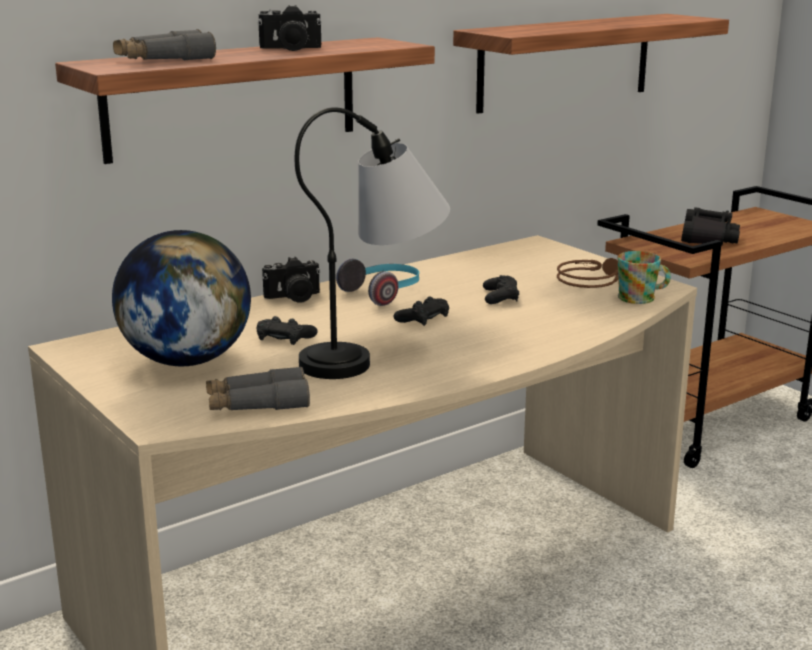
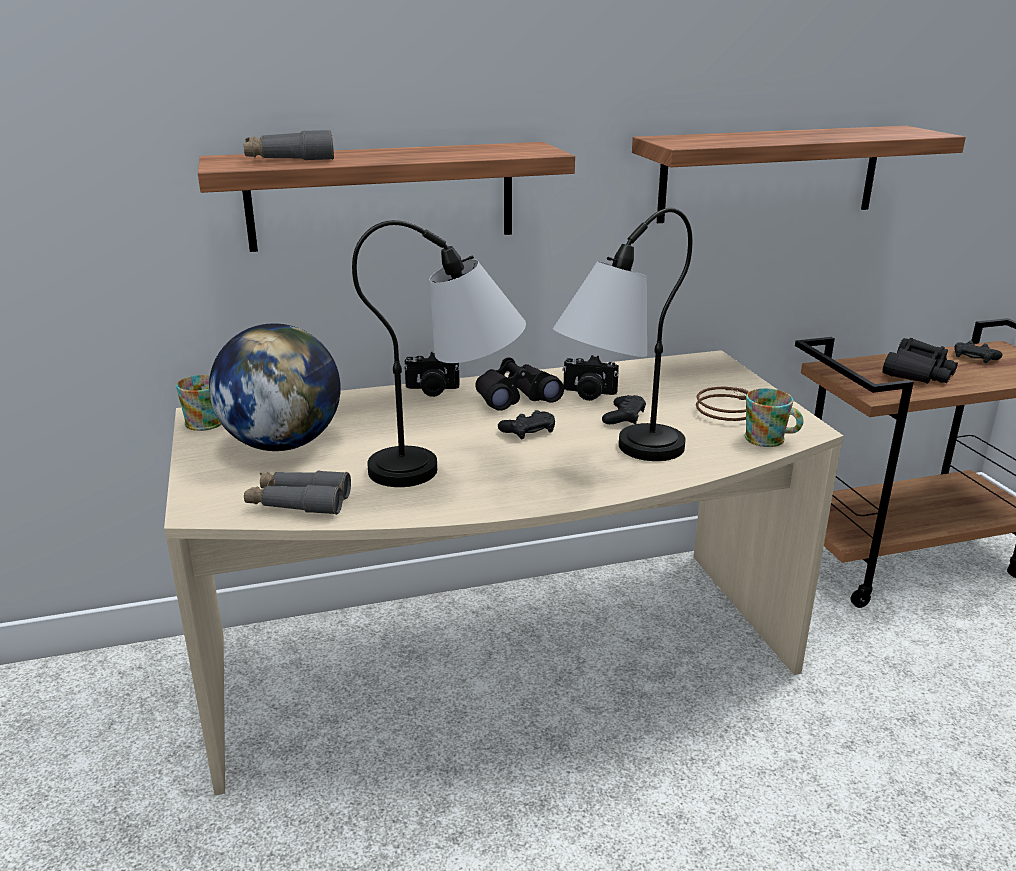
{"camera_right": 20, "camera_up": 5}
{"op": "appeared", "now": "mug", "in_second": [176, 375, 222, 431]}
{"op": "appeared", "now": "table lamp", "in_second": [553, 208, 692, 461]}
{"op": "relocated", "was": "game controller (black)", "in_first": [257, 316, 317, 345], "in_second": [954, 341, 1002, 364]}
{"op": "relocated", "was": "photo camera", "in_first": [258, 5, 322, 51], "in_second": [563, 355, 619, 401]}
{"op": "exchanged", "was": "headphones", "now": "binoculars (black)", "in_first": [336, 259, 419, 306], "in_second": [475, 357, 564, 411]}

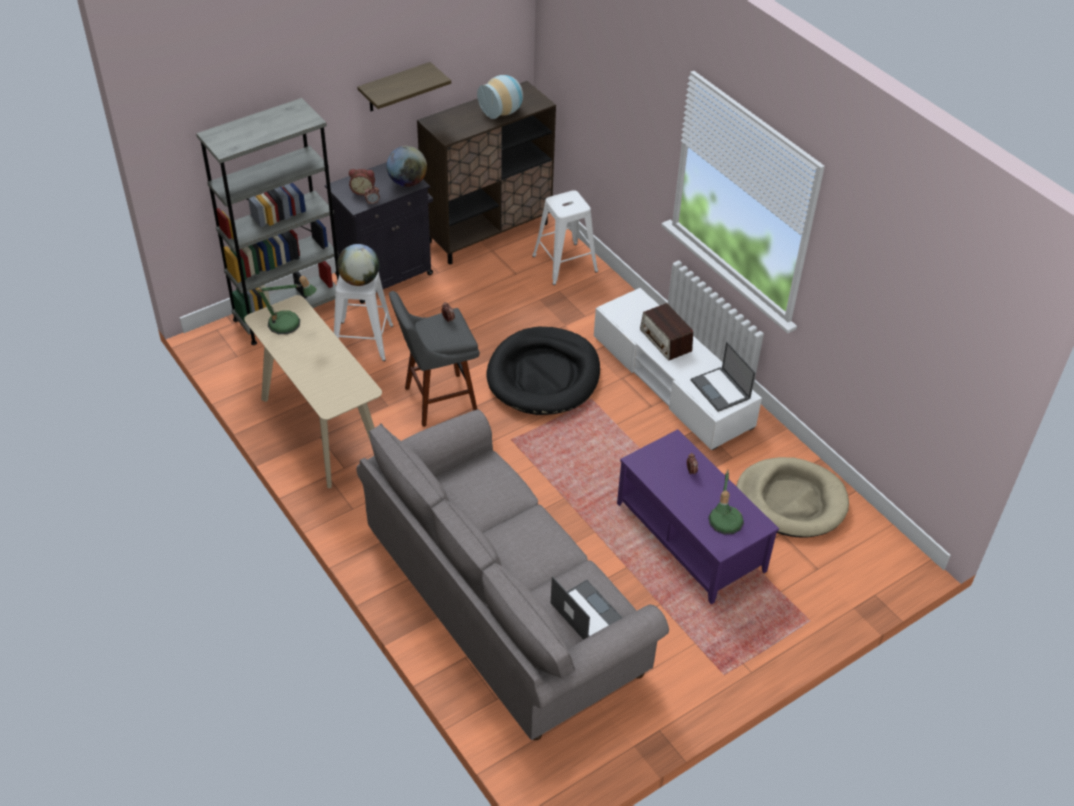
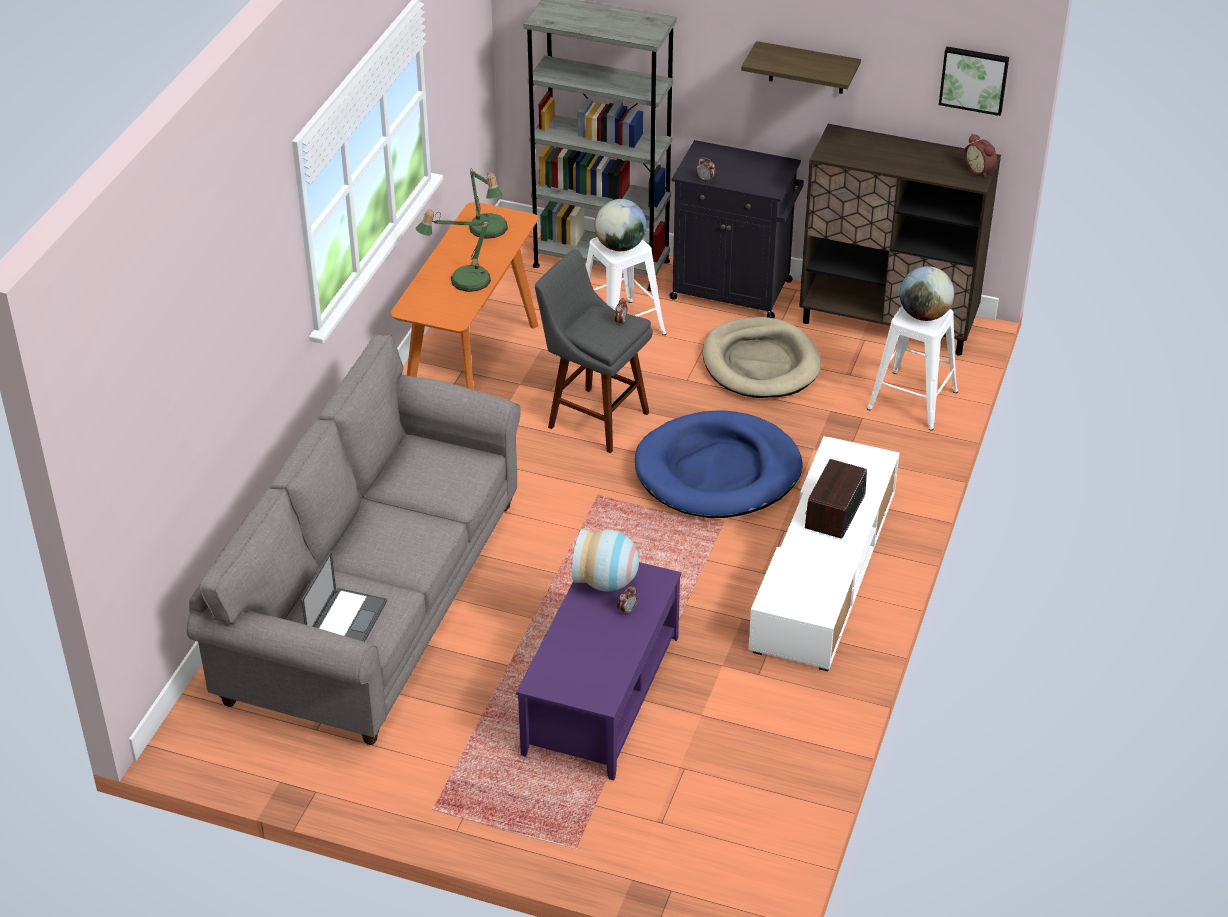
{"camera_right": 55, "camera_up": -5}
{"op": "missing", "was": "laptop", "in_first": [691, 342, 755, 412]}
{"op": "appeared", "now": "picture", "in_second": [939, 47, 1009, 116]}
{"op": "relocated", "was": "alarm clock", "in_first": [349, 169, 375, 196], "in_second": [964, 133, 997, 178]}
{"op": "relocated", "was": "globe", "in_first": [387, 146, 427, 187], "in_second": [900, 266, 955, 321]}
{"op": "relocated", "was": "vase", "in_first": [477, 75, 523, 119], "in_second": [572, 529, 639, 592]}
{"op": "relocated", "was": "table lamp", "in_first": [708, 470, 744, 534], "in_second": [416, 209, 491, 292]}
{"op": "relocated", "was": "dog bed (beige)", "in_first": [736, 457, 849, 538], "in_second": [703, 317, 821, 398]}
{"op": "colour", "was": "console table (beige)", "now": "console table (orange)", "in_first": [244, 295, 382, 488], "in_second": [391, 202, 539, 390]}
{"op": "colour", "was": "dog bed (black)", "now": "dog bed (blue)", "in_first": [487, 327, 600, 415], "in_second": [635, 410, 803, 518]}

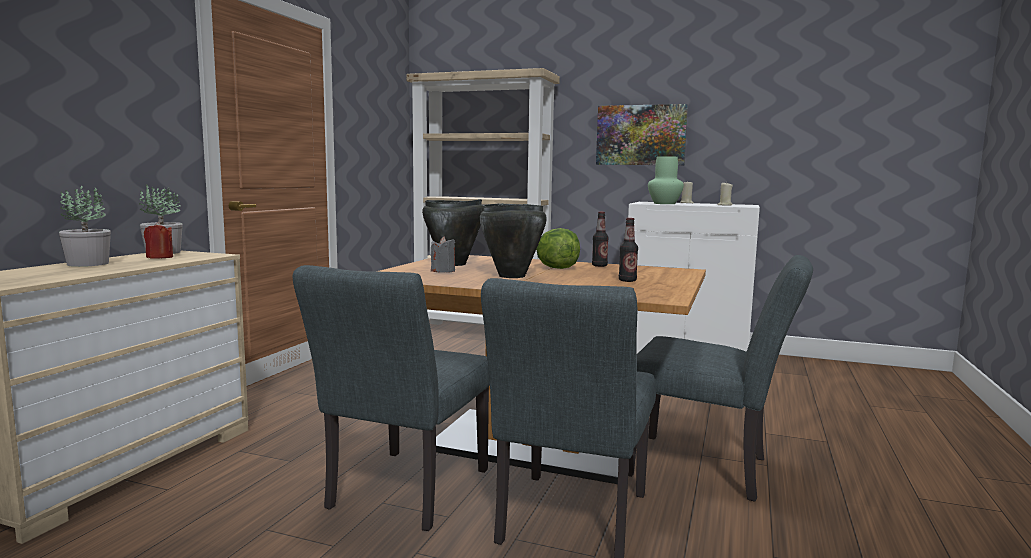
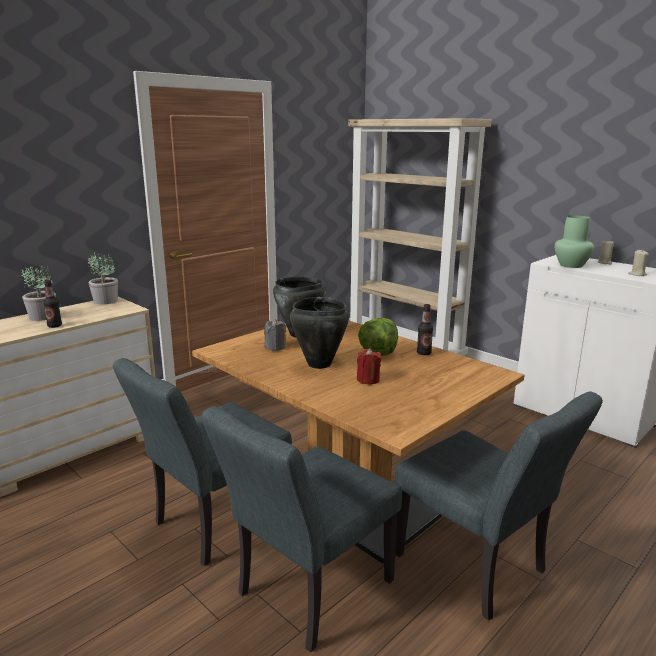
{"camera_right": 25, "camera_up": 10}
{"op": "missing", "was": "picture", "in_first": [596, 104, 688, 165]}
{"op": "relocated", "was": "candle (red)", "in_first": [144, 222, 173, 259], "in_second": [357, 348, 381, 384]}
{"op": "relocated", "was": "bottle", "in_first": [619, 218, 638, 282], "in_second": [43, 280, 62, 328]}

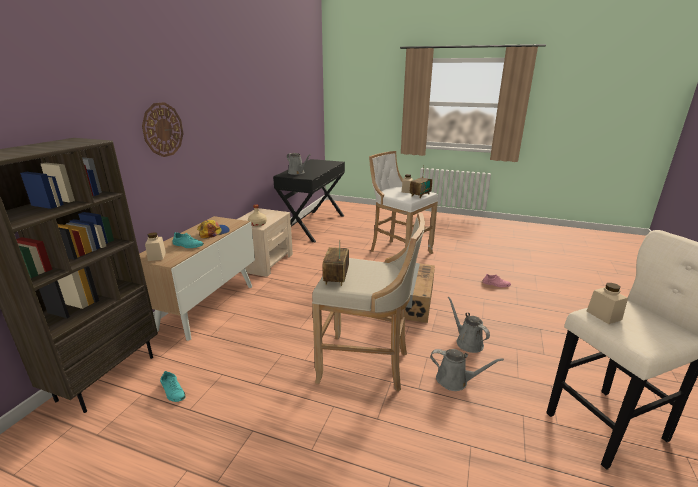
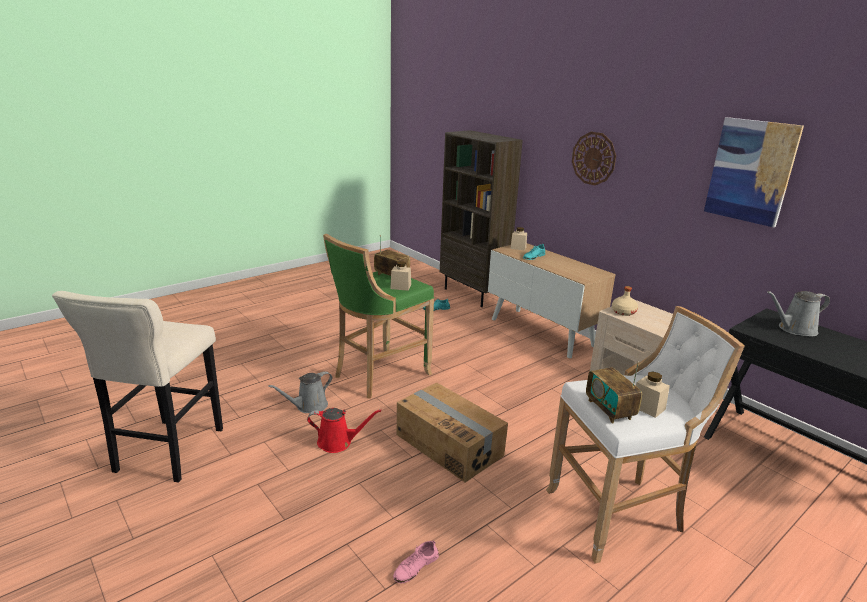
{"camera_right": 120, "camera_up": 0}
{"op": "missing", "was": "cap", "in_first": [197, 220, 230, 238]}
{"op": "appeared", "now": "picture", "in_second": [704, 117, 804, 227]}
{"op": "relocated", "was": "jar (beige)", "in_first": [587, 283, 628, 324], "in_second": [390, 261, 411, 291]}
{"op": "colour", "was": "stool (beige)", "now": "stool (green)", "in_first": [312, 213, 425, 392], "in_second": [323, 234, 434, 399]}
{"op": "colour", "was": "watering can (grey)", "now": "watering can (red)", "in_first": [448, 297, 490, 353], "in_second": [307, 408, 381, 453]}

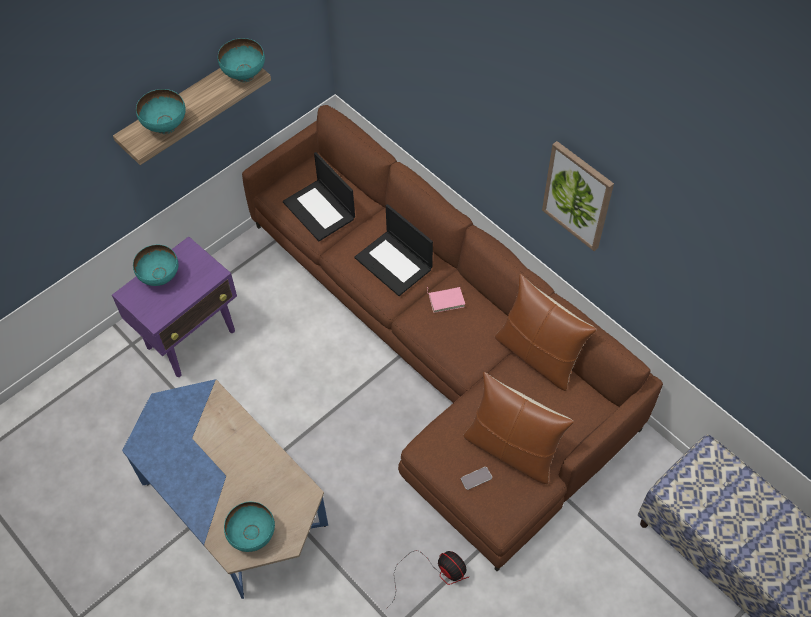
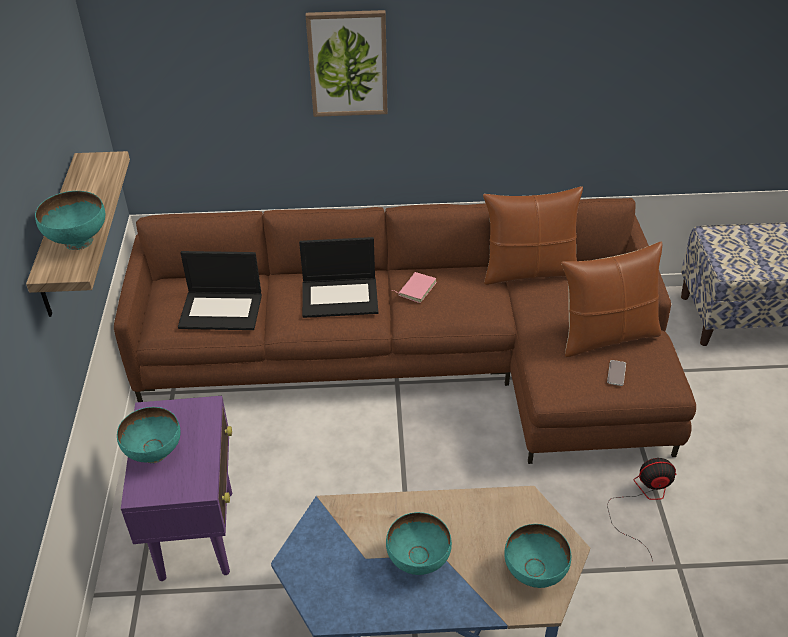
{"camera_right": -50, "camera_up": -15}
{"op": "relocated", "was": "bowl (turquoise)", "in_first": [218, 38, 265, 82], "in_second": [386, 512, 452, 575]}
{"op": "relocated", "was": "picture", "in_first": [542, 141, 614, 251], "in_second": [306, 10, 387, 117]}

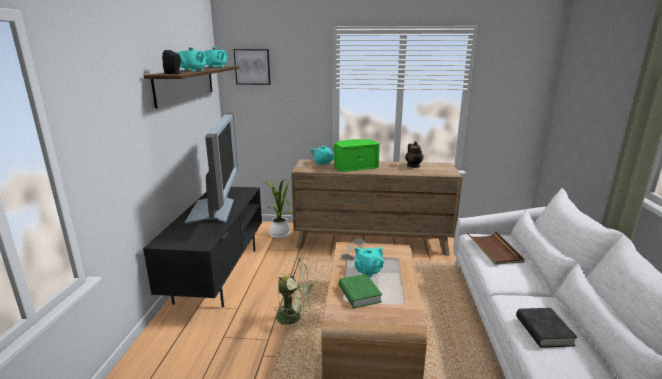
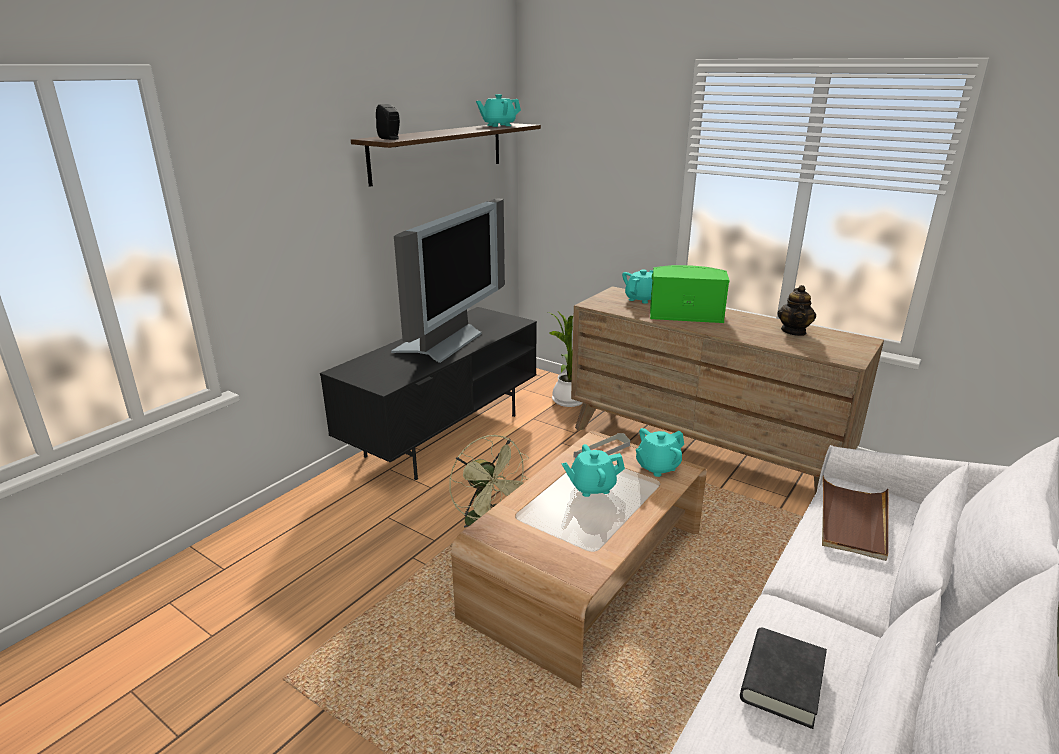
{"camera_right": 30, "camera_up": 5}
{"op": "missing", "was": "picture", "in_first": [234, 49, 271, 85]}
{"op": "missing", "was": "book (green)", "in_first": [339, 274, 382, 308]}
{"op": "relocated", "was": "teapot (turquoise)", "in_first": [177, 47, 206, 71], "in_second": [636, 428, 684, 477]}

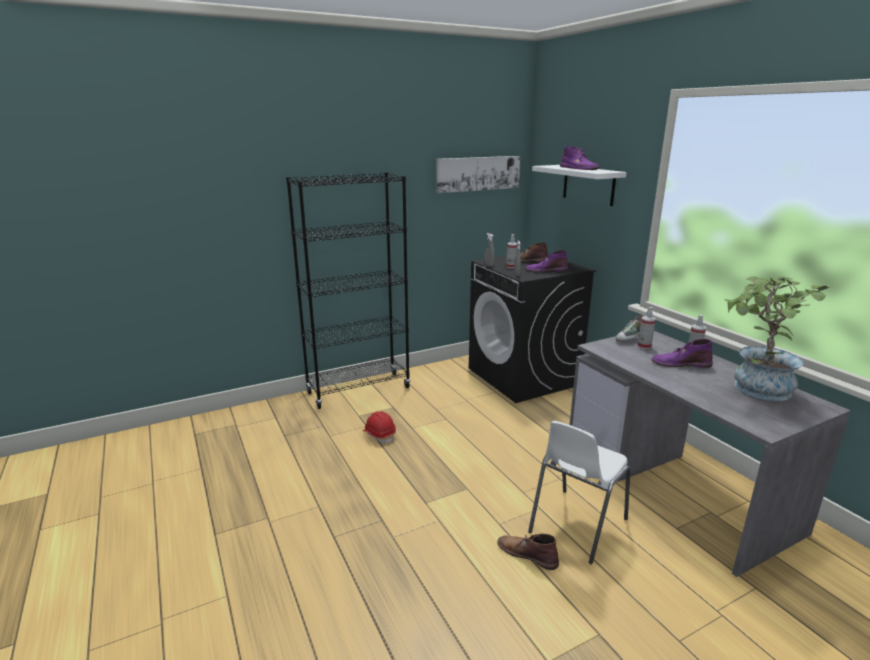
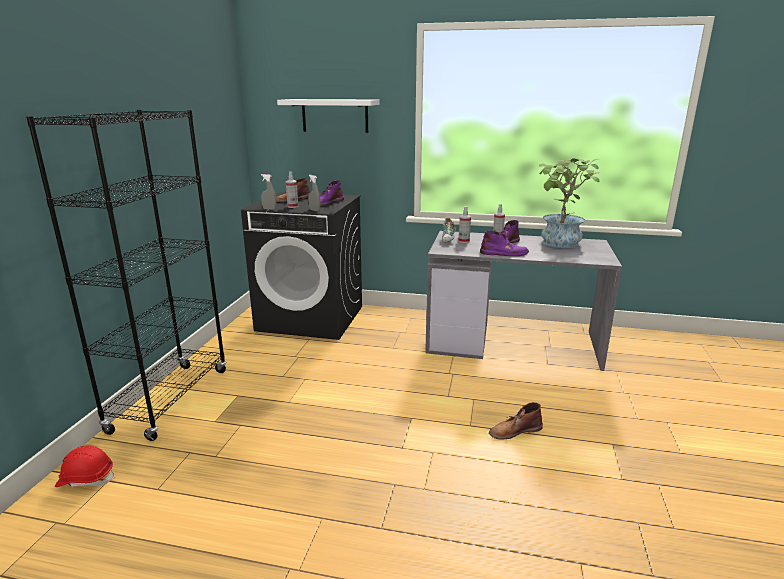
{"camera_right": -50, "camera_up": 0}
{"op": "missing", "was": "picture", "in_first": [436, 156, 520, 193]}
{"op": "missing", "was": "chair (white)", "in_first": [528, 421, 631, 564]}
{"op": "relocated", "was": "hard hat (red)", "in_first": [363, 411, 396, 443], "in_second": [55, 445, 114, 487]}
{"op": "relocated", "was": "boot (purple)", "in_first": [560, 146, 599, 170], "in_second": [480, 231, 529, 256]}

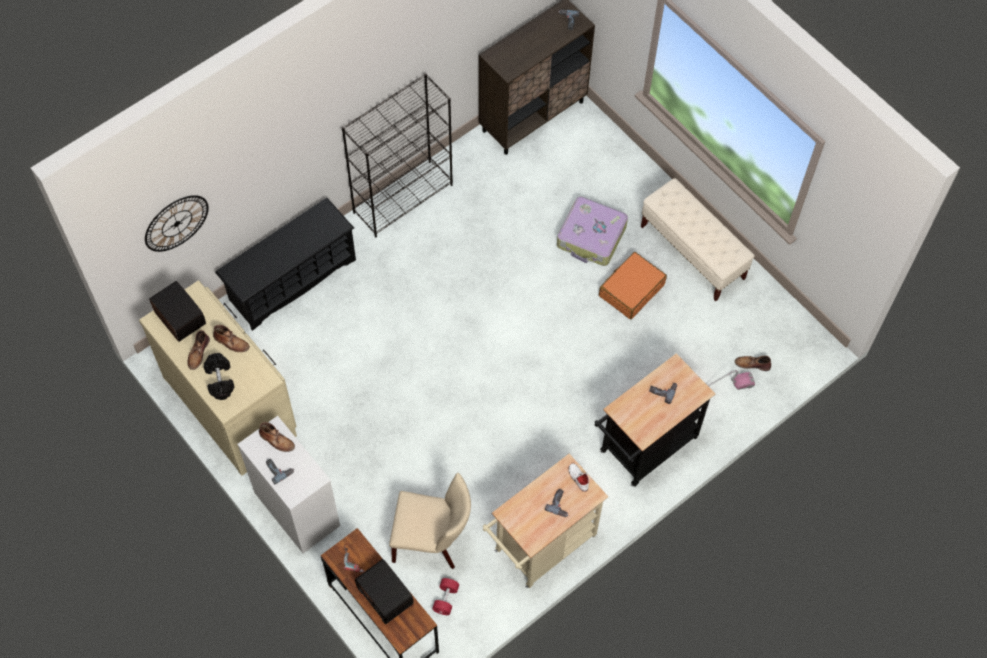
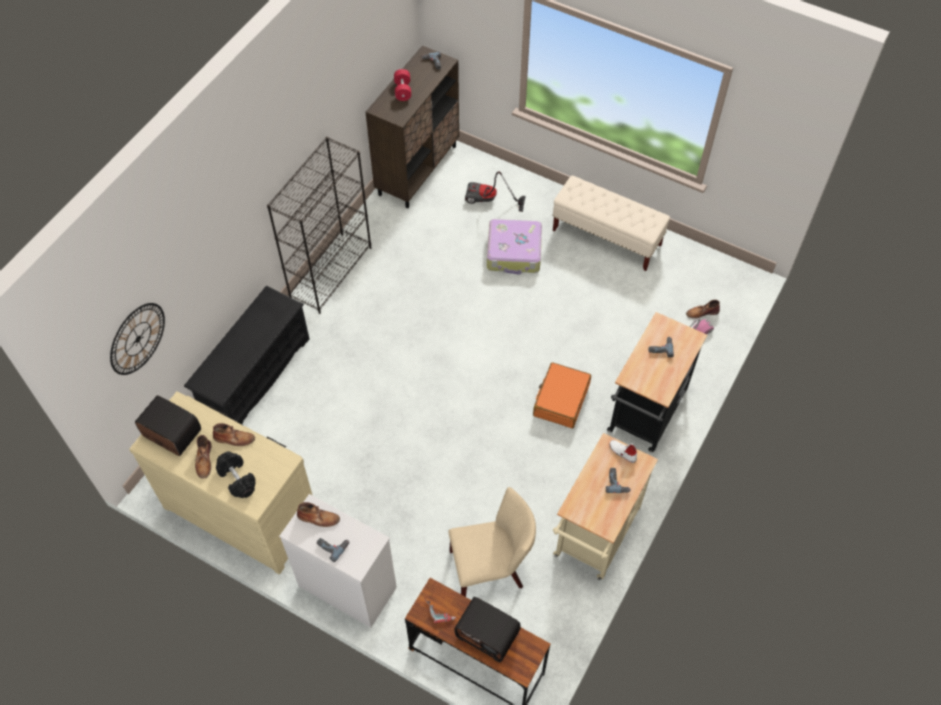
{"camera_right": -20, "camera_up": -5}
{"op": "appeared", "now": "vacuum cleaner", "in_second": [465, 172, 526, 212]}
{"op": "relocated", "was": "dumbbell (red)", "in_first": [432, 578, 459, 615], "in_second": [394, 69, 411, 101]}
{"op": "relocated", "was": "suitcase (orange)", "in_first": [599, 252, 667, 320], "in_second": [533, 362, 591, 428]}

